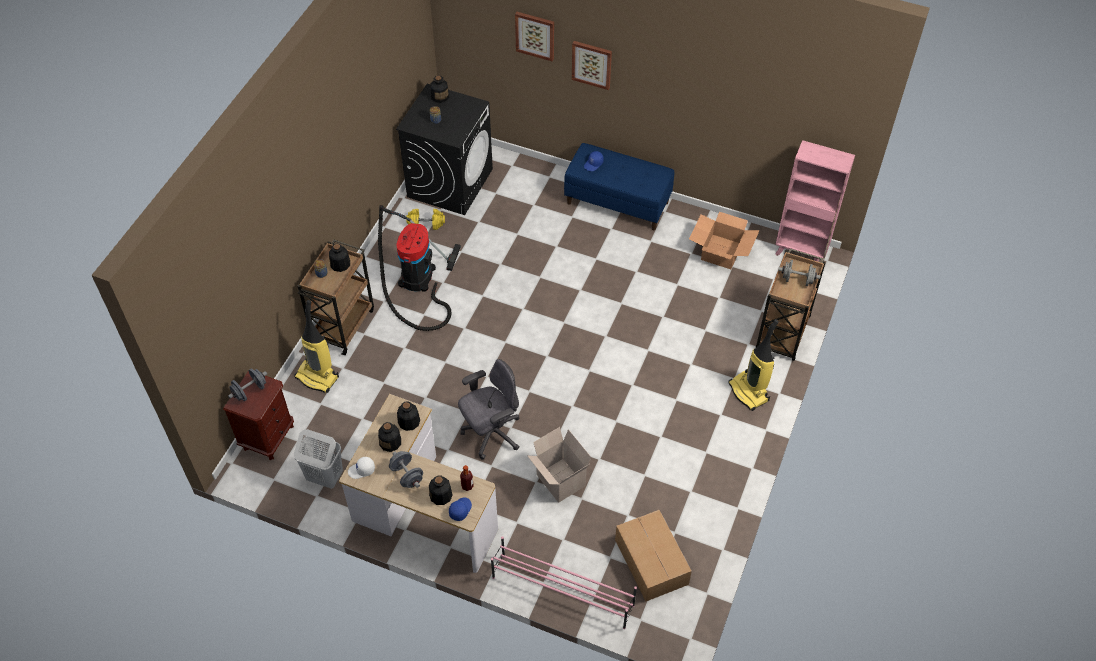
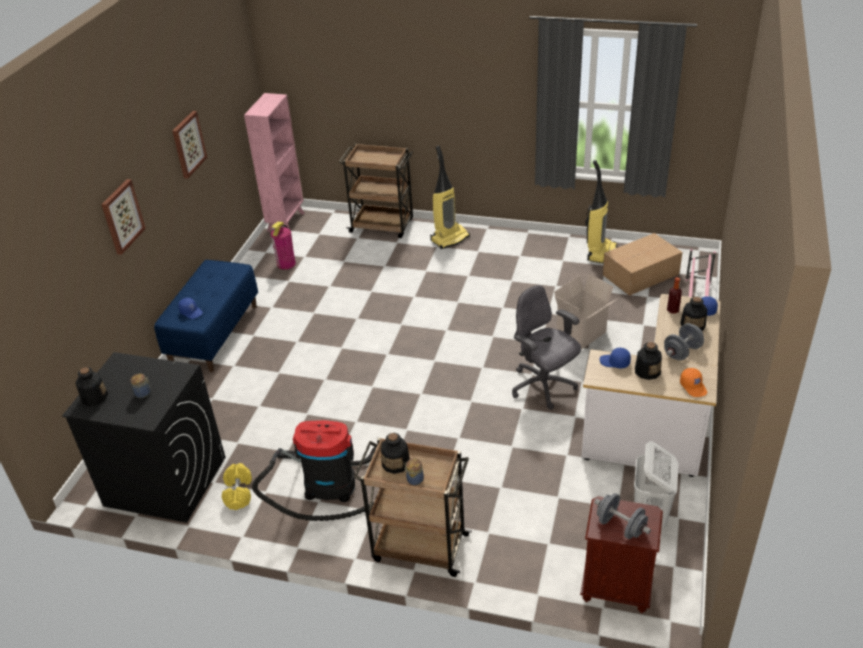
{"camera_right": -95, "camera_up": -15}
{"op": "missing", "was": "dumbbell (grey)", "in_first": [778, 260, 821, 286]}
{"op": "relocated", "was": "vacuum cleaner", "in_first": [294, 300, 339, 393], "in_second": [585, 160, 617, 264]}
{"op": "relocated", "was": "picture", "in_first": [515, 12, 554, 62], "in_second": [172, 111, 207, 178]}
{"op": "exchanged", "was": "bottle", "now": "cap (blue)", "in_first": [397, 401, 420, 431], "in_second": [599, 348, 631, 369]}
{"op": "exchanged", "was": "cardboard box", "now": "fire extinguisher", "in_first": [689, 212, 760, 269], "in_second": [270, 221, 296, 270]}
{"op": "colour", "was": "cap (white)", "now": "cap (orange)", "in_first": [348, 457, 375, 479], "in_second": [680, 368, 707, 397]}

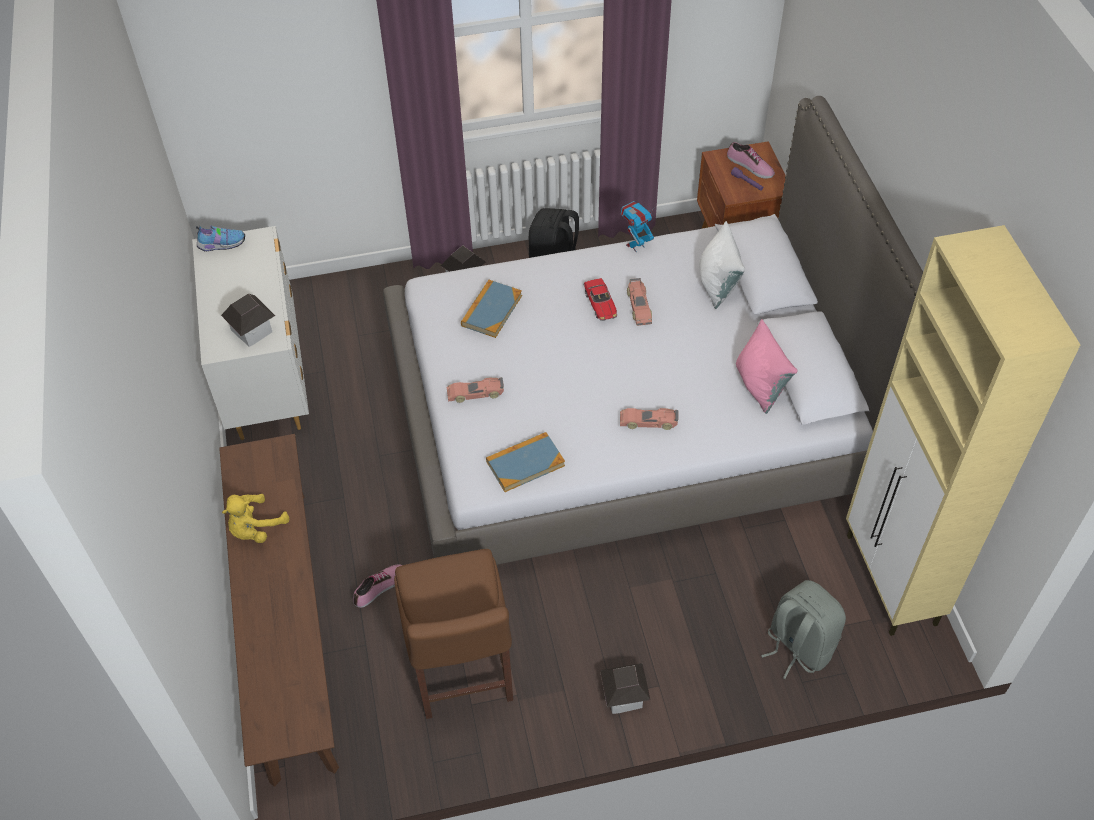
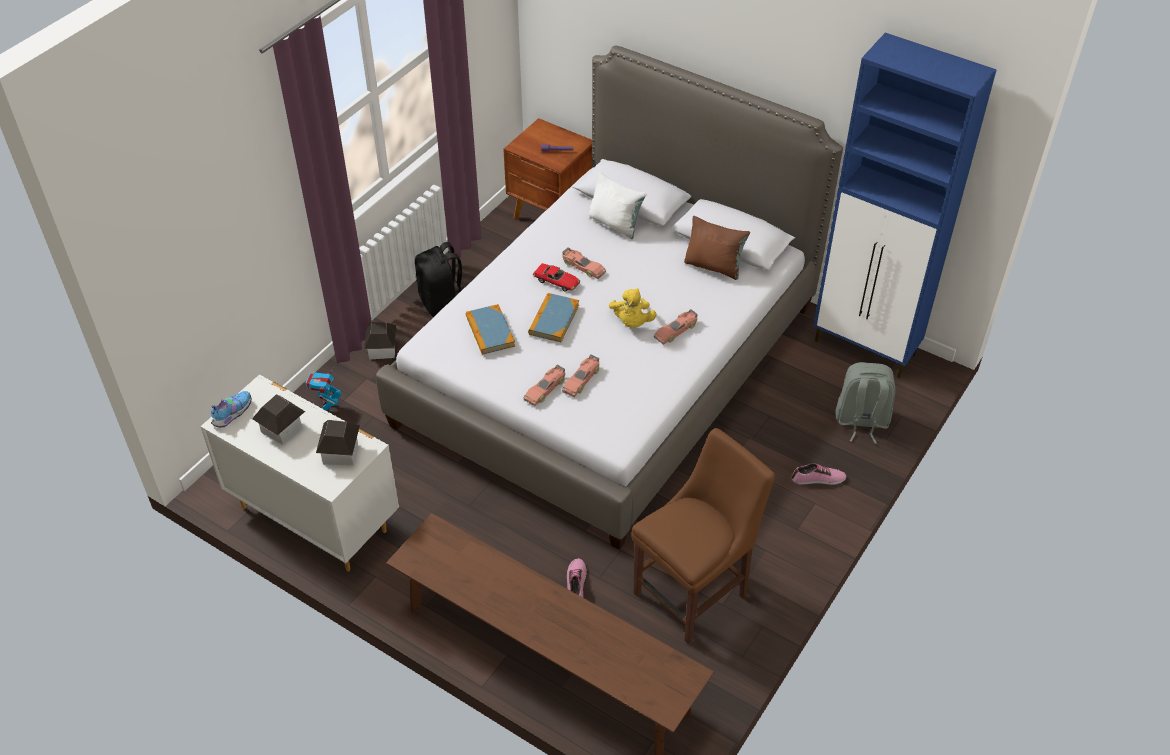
{"camera_right": -45, "camera_up": -5}
{"op": "appeared", "now": "toy car", "in_second": [562, 355, 599, 397]}
{"op": "relocated", "was": "plush toy (yellow)", "in_first": [222, 494, 289, 543], "in_second": [609, 288, 656, 328]}
{"op": "relocated", "was": "book", "in_first": [486, 432, 565, 492], "in_second": [528, 293, 579, 342]}
{"op": "relocated", "was": "toy house", "in_first": [600, 663, 651, 714], "in_second": [252, 394, 305, 445]}
{"op": "relocated", "was": "toy robot", "in_first": [621, 201, 655, 252], "in_second": [305, 368, 342, 412]}
{"op": "relocated", "was": "shoe", "in_first": [727, 142, 775, 179], "in_second": [792, 463, 846, 485]}
{"op": "colour", "was": "pillow (pink)", "now": "pillow (brown)", "in_first": [736, 319, 797, 414], "in_second": [684, 216, 750, 280]}
{"op": "colour", "was": "cabinet (beige)", "now": "cabinet (blue)", "in_first": [846, 225, 1081, 636], "in_second": [813, 33, 997, 378]}
{"op": "spun", "was": "chair (brown)", "in_first": [394, 549, 513, 719], "in_second": [631, 428, 775, 644], "clockwise": -75}

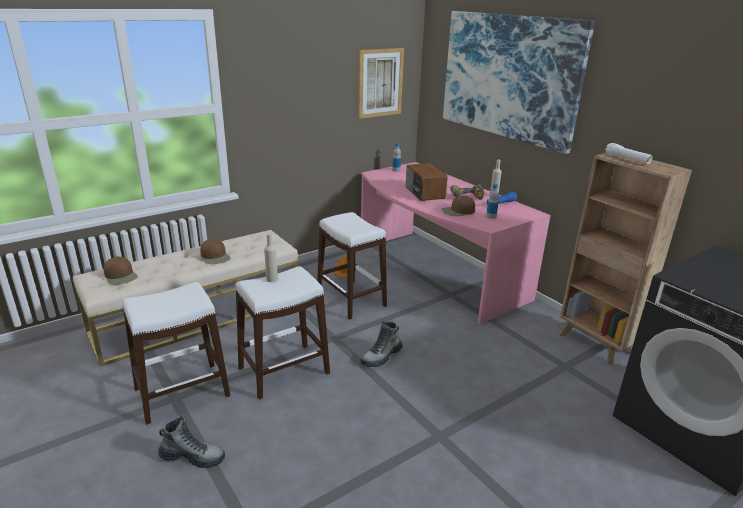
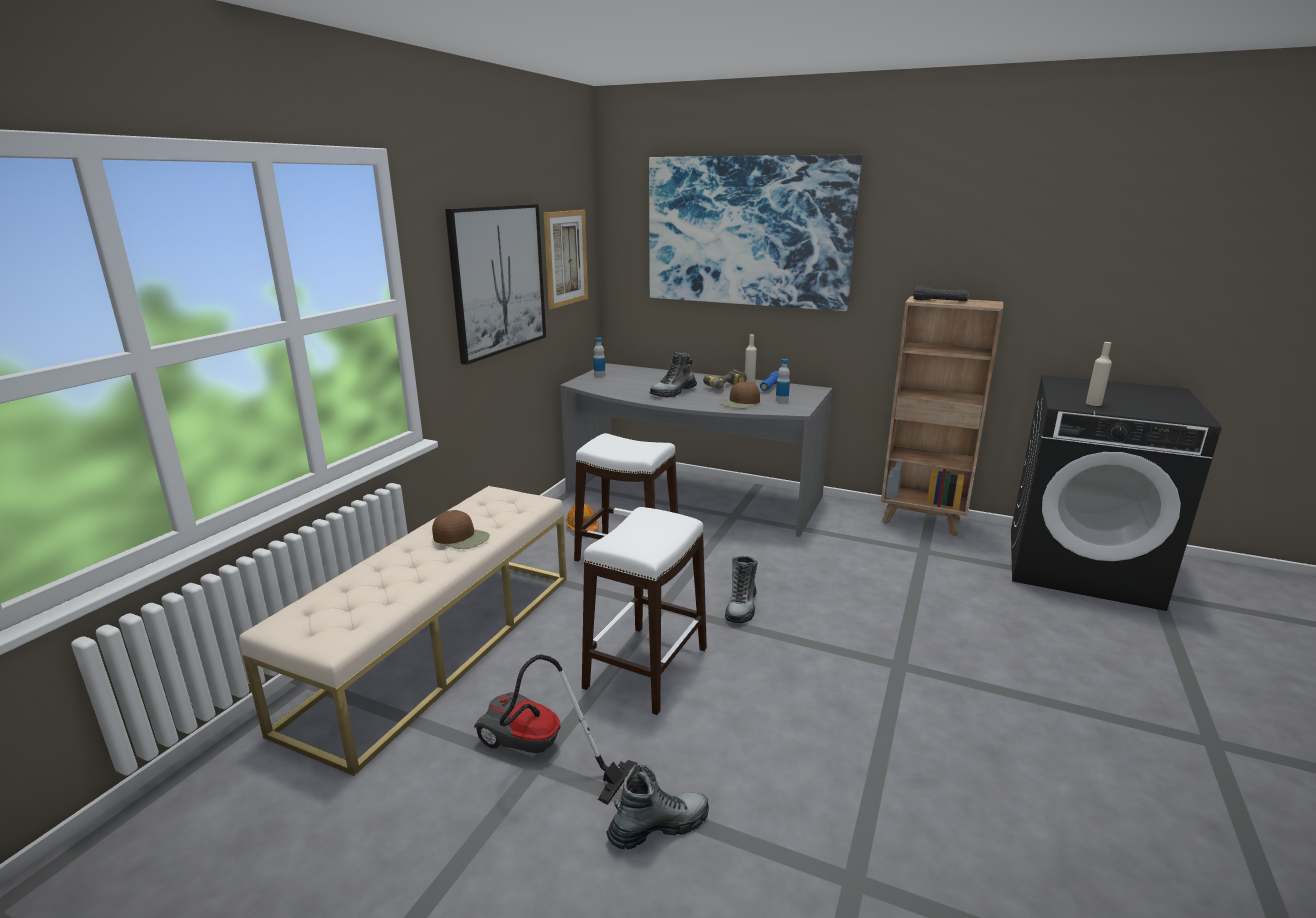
{"camera_right": -30, "camera_up": -5}
{"op": "missing", "was": "cap (brown)", "in_first": [104, 256, 138, 285]}
{"op": "appeared", "now": "picture", "in_second": [445, 204, 546, 365]}
{"op": "relocated", "was": "bottle (beige)", "in_first": [264, 233, 278, 282], "in_second": [1086, 342, 1112, 406]}
{"op": "exchanged", "was": "stool (white)", "now": "vacuum cleaner", "in_first": [122, 282, 231, 425], "in_second": [474, 654, 637, 805]}
{"op": "exchanged", "was": "radio", "now": "boot", "in_first": [406, 163, 448, 201], "in_second": [650, 352, 697, 397]}
{"op": "colour", "was": "desk (pink)", "now": "desk (grey)", "in_first": [361, 162, 551, 324], "in_second": [560, 363, 832, 537]}
{"op": "colour", "was": "flashlight (white)", "now": "flashlight (black)", "in_first": [606, 143, 652, 164], "in_second": [913, 286, 969, 301]}

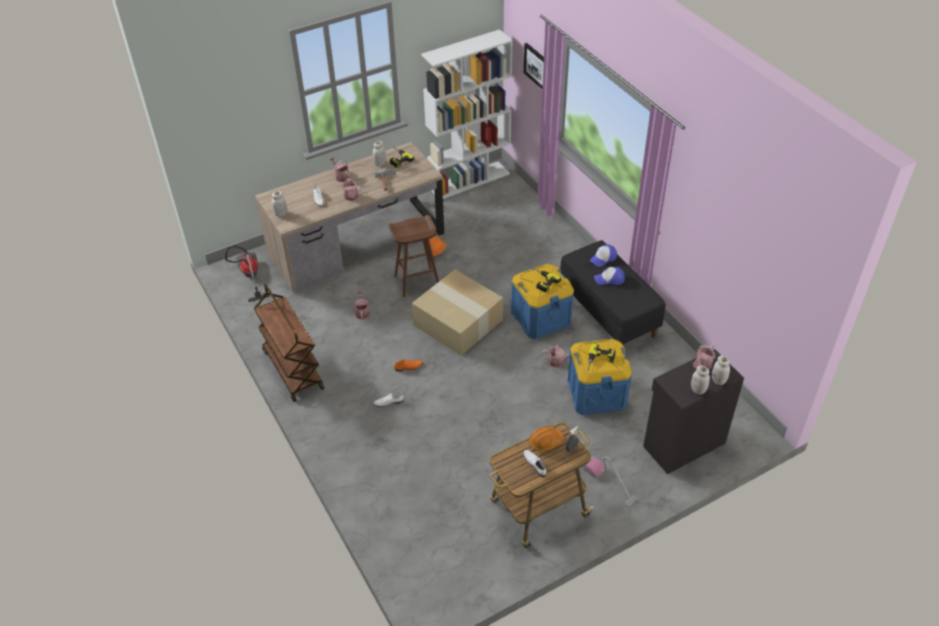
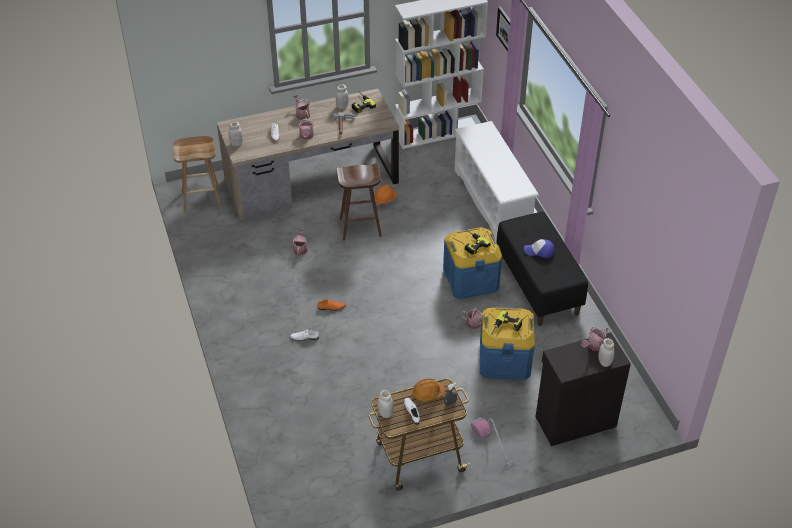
{"camera_right": 10, "camera_up": 0}
{"op": "missing", "was": "cart (brown)", "in_first": [254, 284, 324, 402]}
{"op": "missing", "was": "cardboard box", "in_first": [412, 270, 503, 356]}
{"op": "missing", "was": "cap", "in_first": [590, 244, 617, 267]}
{"op": "appeared", "now": "shoe rack (white)", "in_second": [454, 121, 539, 242]}
{"op": "relocated", "was": "jar (white)", "in_first": [691, 365, 710, 395], "in_second": [378, 390, 394, 418]}
{"op": "exchanged", "was": "vacuum cleaner", "now": "stool (brown)", "in_first": [225, 246, 270, 302], "in_second": [173, 136, 222, 212]}

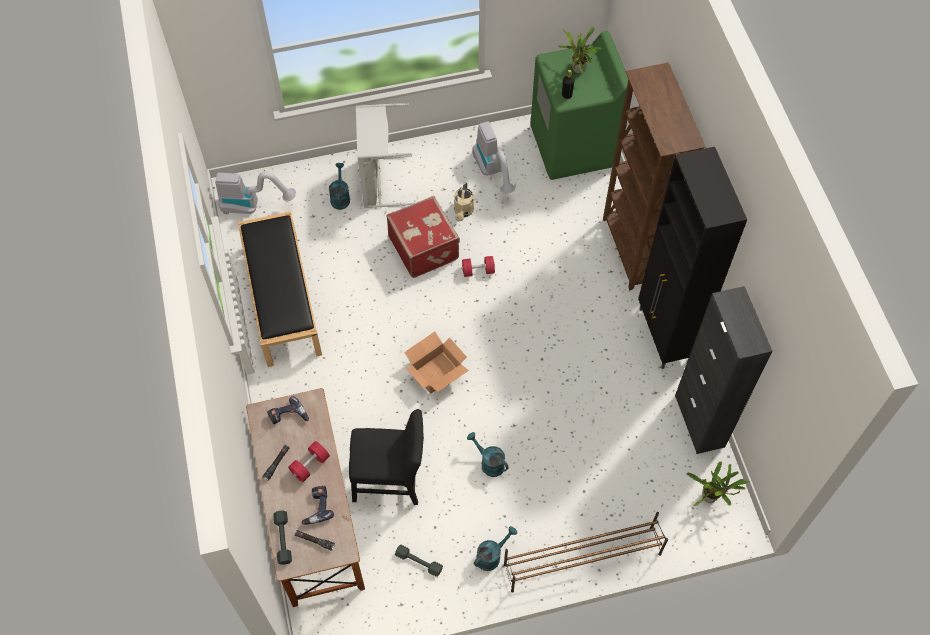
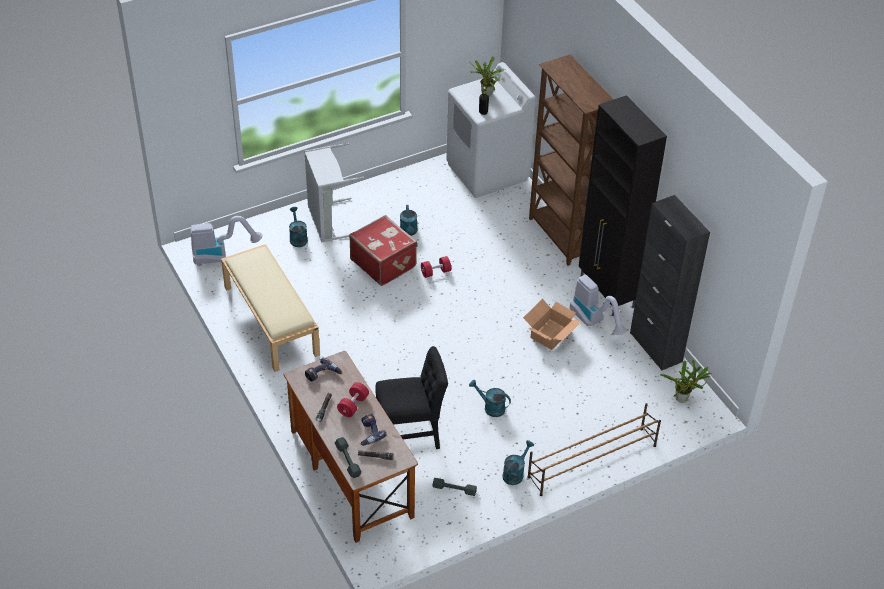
{"camera_right": -15, "camera_up": -15}
{"op": "relocated", "was": "cardboard box", "in_first": [404, 332, 469, 394], "in_second": [523, 299, 582, 350]}
{"op": "relocated", "was": "vacuum cleaner", "in_first": [473, 122, 515, 193], "in_second": [570, 275, 627, 335]}
{"op": "colour", "was": "bench (black)", "now": "bench (beige)", "in_first": [238, 211, 322, 367], "in_second": [221, 244, 320, 372]}
{"op": "colour", "was": "watering can (beige)", "now": "watering can (turquoise)", "in_first": [454, 182, 474, 221], "in_second": [400, 205, 417, 236]}
{"op": "colour", "was": "washing machine (green)", "now": "washing machine (white)", "in_first": [530, 31, 628, 180], "in_second": [446, 62, 536, 198]}

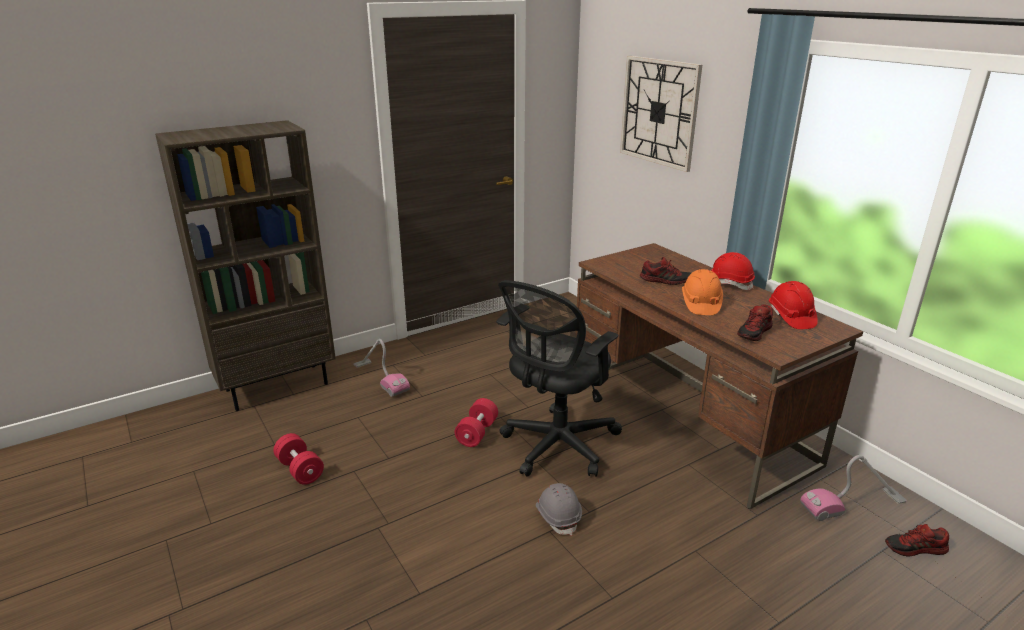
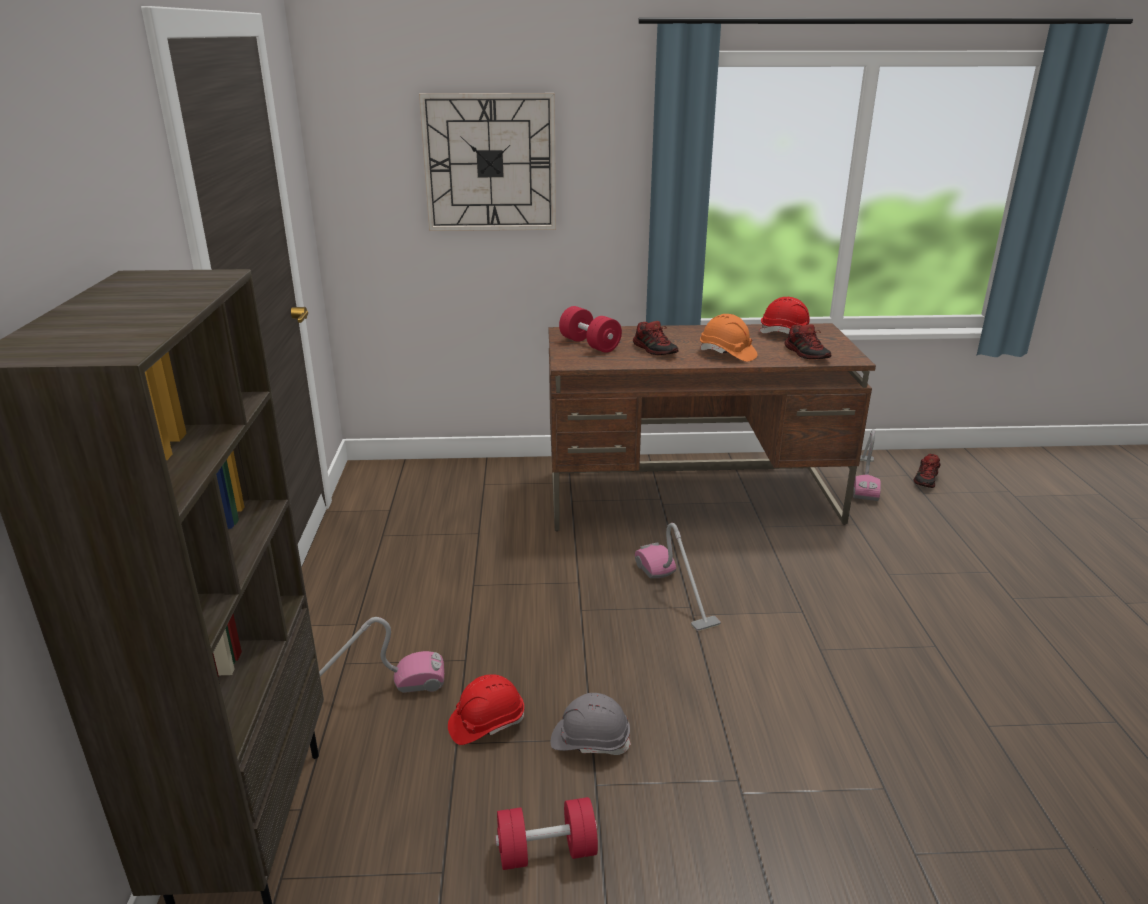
{"camera_right": -60, "camera_up": 0}
{"op": "relocated", "was": "dumbbell (red)", "in_first": [455, 398, 498, 447], "in_second": [559, 306, 622, 353]}
{"op": "relocated", "was": "hard hat (grey)", "in_first": [536, 483, 582, 536], "in_second": [551, 693, 631, 755]}
{"op": "relocated", "was": "hard hat (red)", "in_first": [711, 252, 755, 290], "in_second": [448, 674, 524, 745]}
{"op": "exchanged", "was": "office chair (black)", "now": "vacuum cleaner", "in_first": [496, 280, 622, 477], "in_second": [635, 523, 721, 631]}
{"op": "spun", "was": "shoe", "in_first": [640, 257, 691, 285], "in_second": [633, 321, 679, 355], "clockwise": 105}

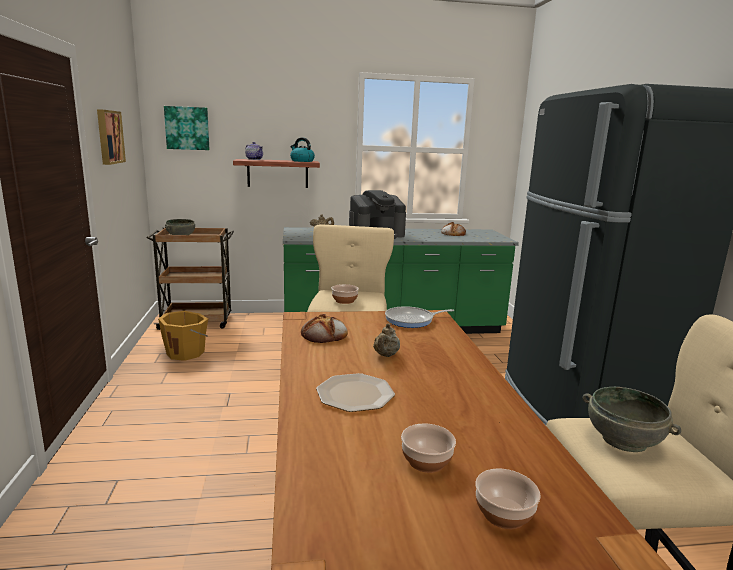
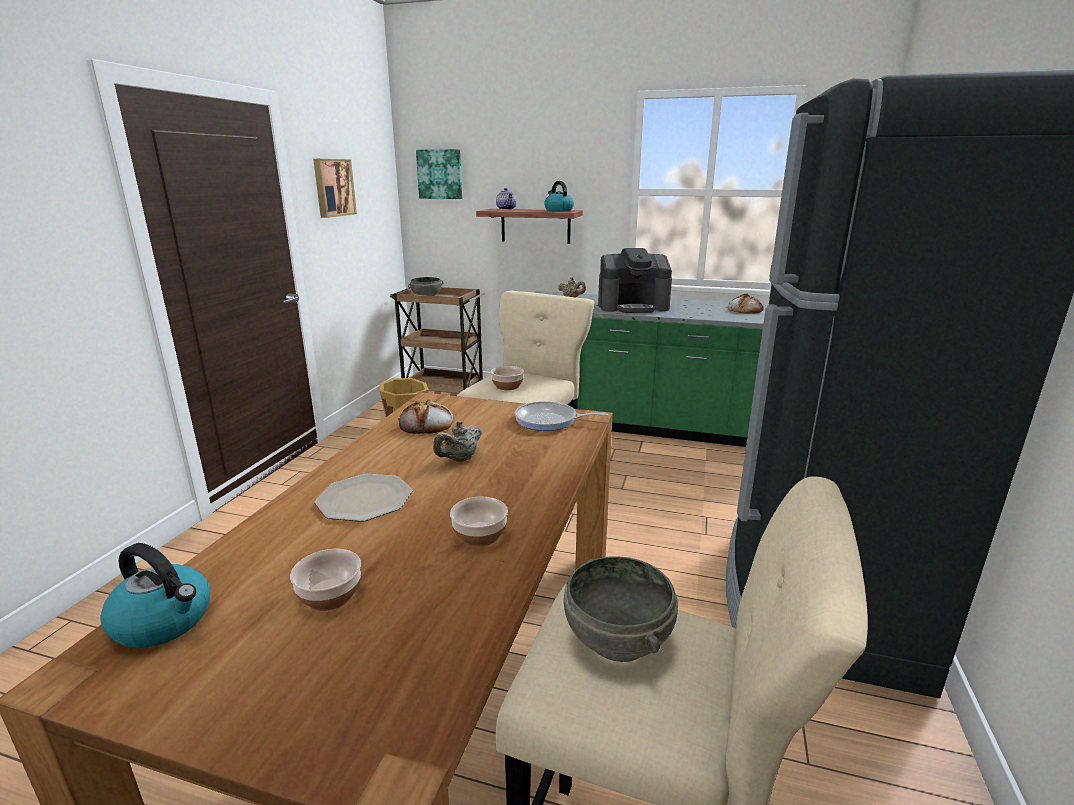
{"camera_right": 25, "camera_up": 5}
{"op": "appeared", "now": "kettle", "in_second": [100, 543, 210, 648]}
{"op": "relocated", "was": "bowl", "in_first": [475, 468, 541, 529], "in_second": [450, 497, 508, 547]}

